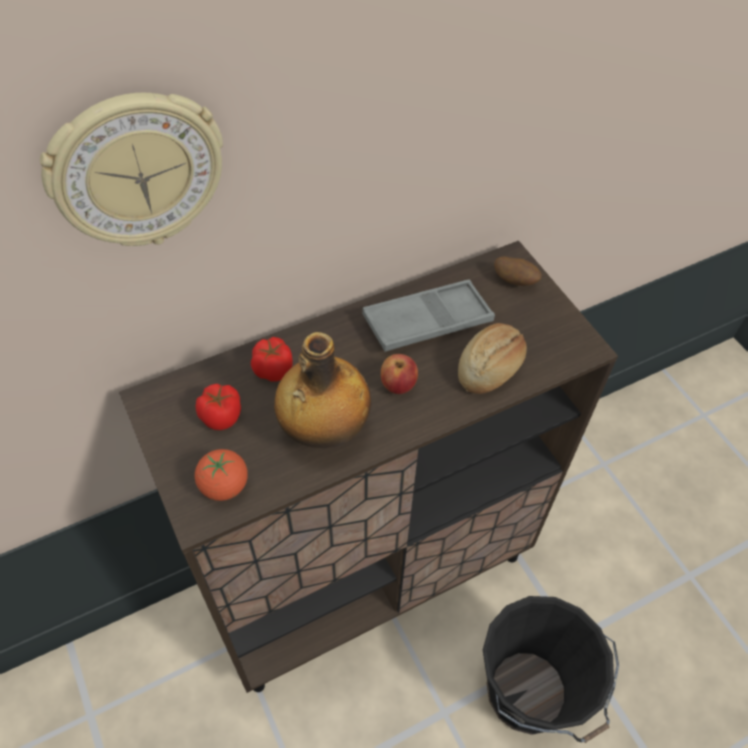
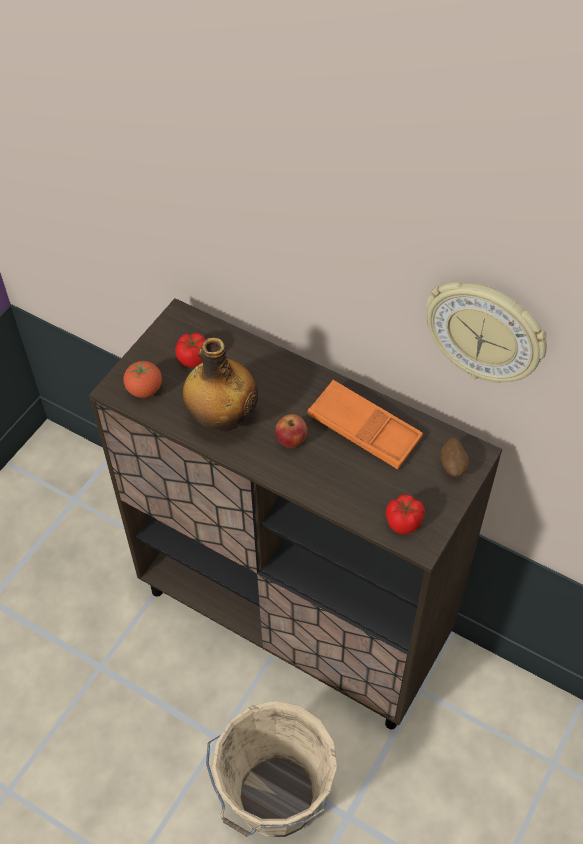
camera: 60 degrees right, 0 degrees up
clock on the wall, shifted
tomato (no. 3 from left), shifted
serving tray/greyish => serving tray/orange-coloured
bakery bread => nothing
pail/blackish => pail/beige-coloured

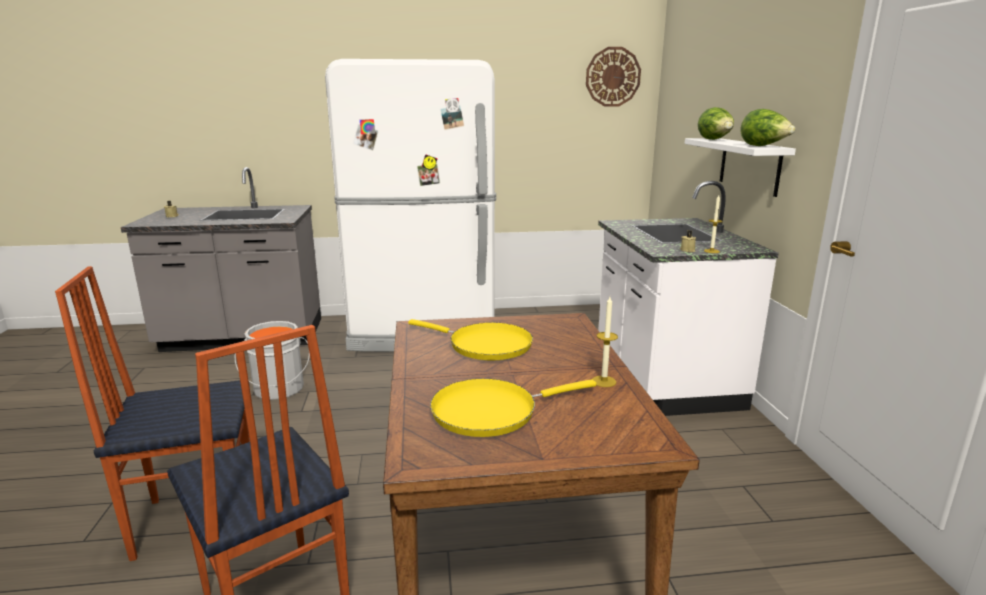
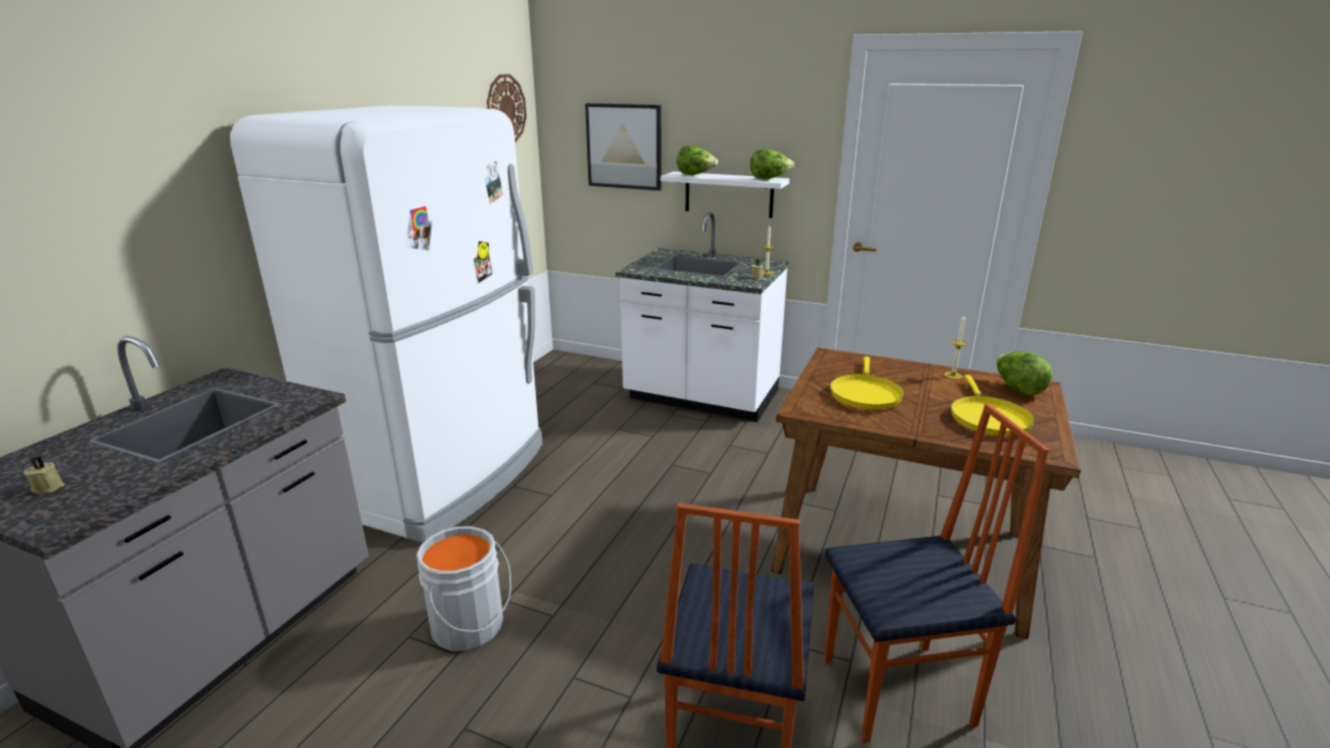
camera: 60 degrees left, 5 degrees up
frying pan/yellowish (no. 1 from left), 135 degrees clockwise
nothing => wall picture
nothing => head of lettuce (no. 3 from left)

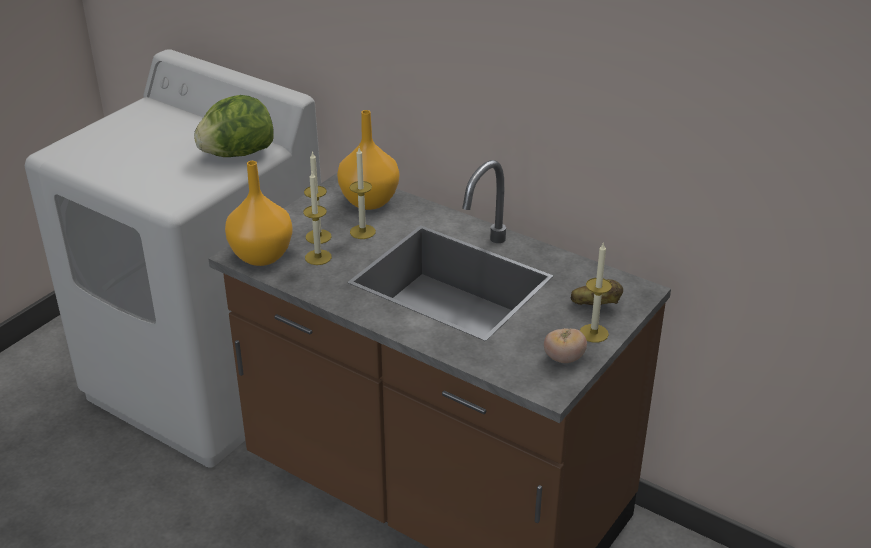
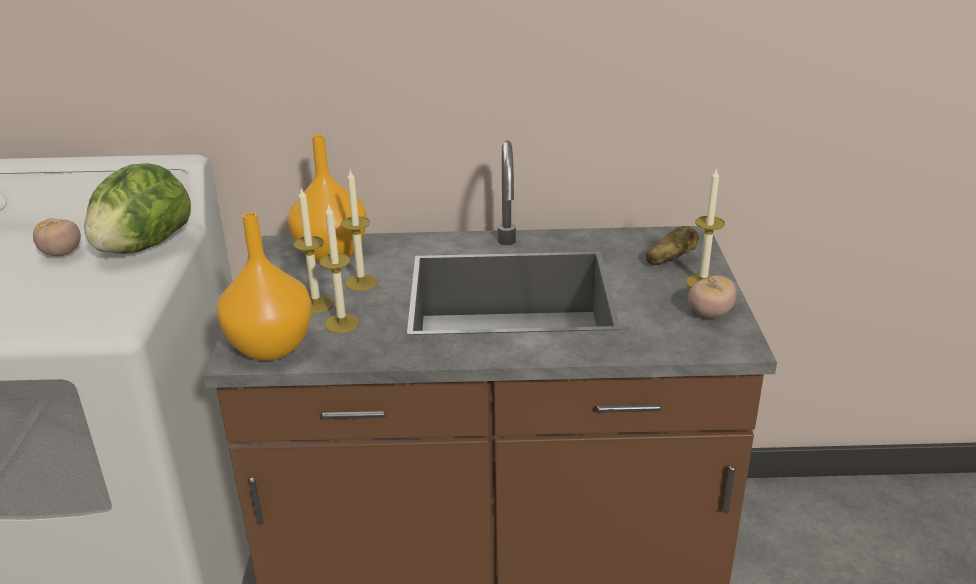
camera: 35 degrees left, 5 degrees down
nothing => tomato (no. 1 from left)

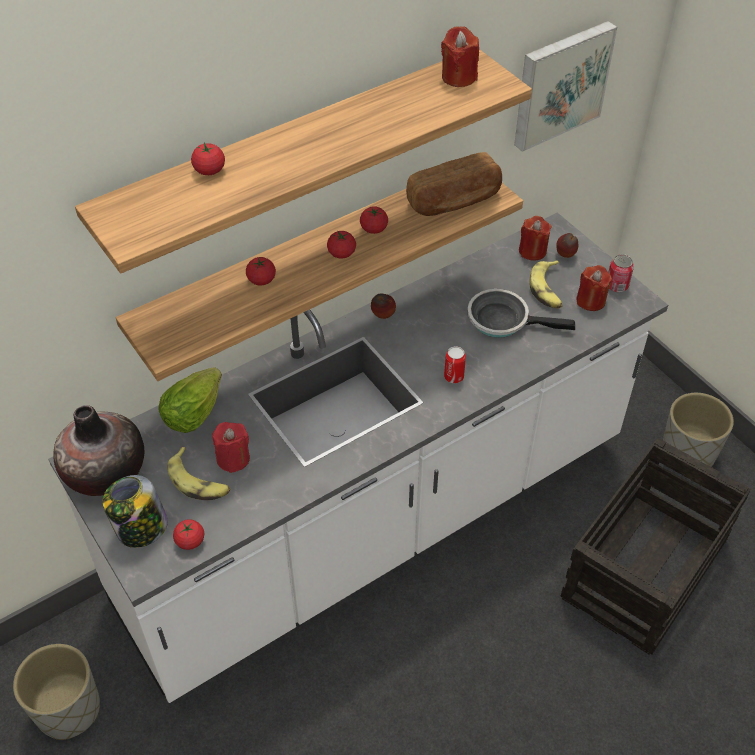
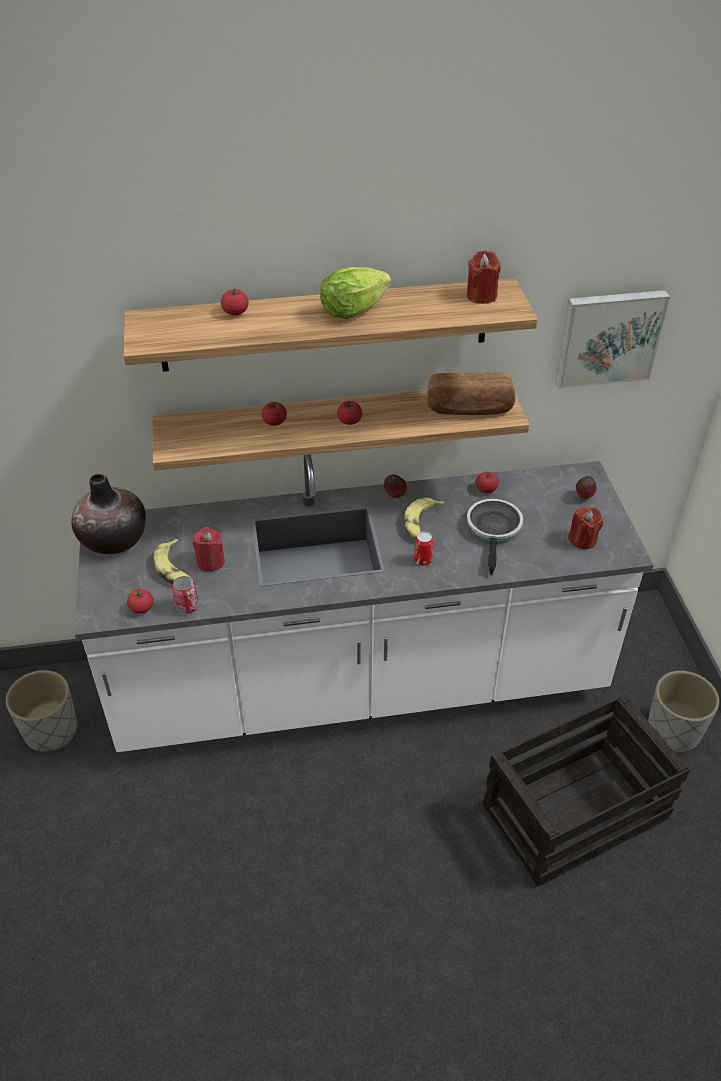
camera: 25 degrees right, 5 degrees down
jar => nothing
head of lettuce, shifted
tomato (no. 5 from left), shifted
frying pan, 60 degrees clockwise
candle/red (no. 3 from left) => nothing
banana fruit (no. 2 from left), shifted
sealed can (no. 2 from left in the first image) => sealed can (no. 1 from left), shifted

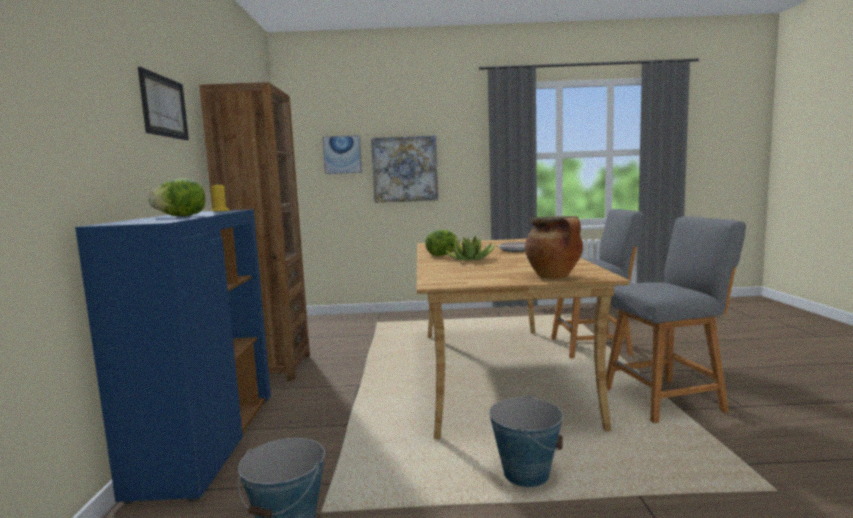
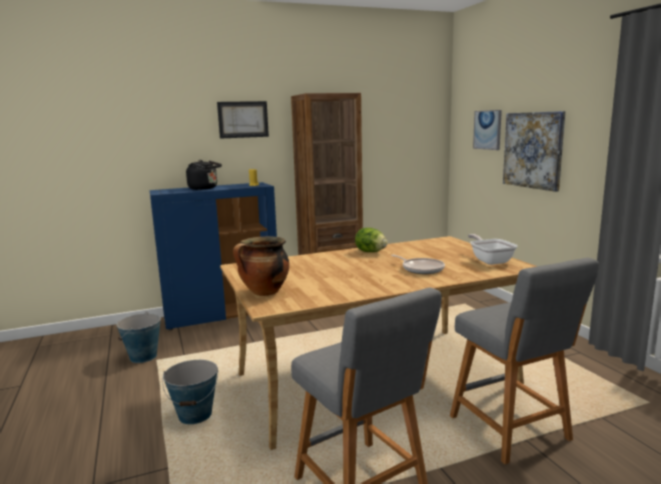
camera: 70 degrees right, 5 degrees up
head of lettuce (no. 1 from left) => water kettle/blackish
houseplant => nothing
nothing => frying pan (no. 2 from left)

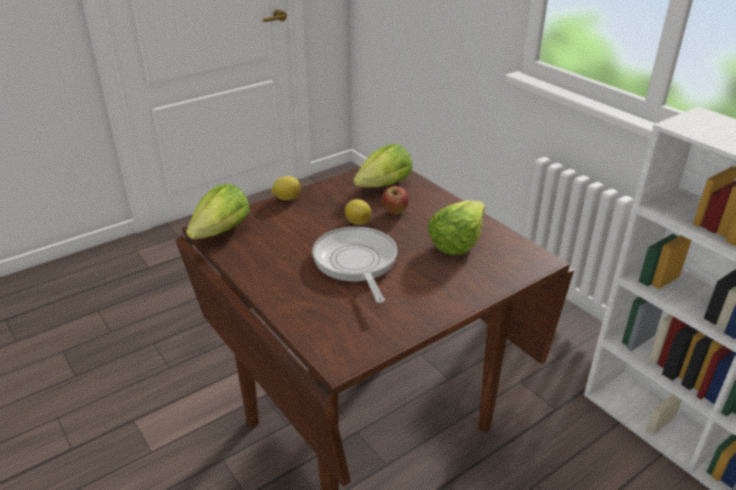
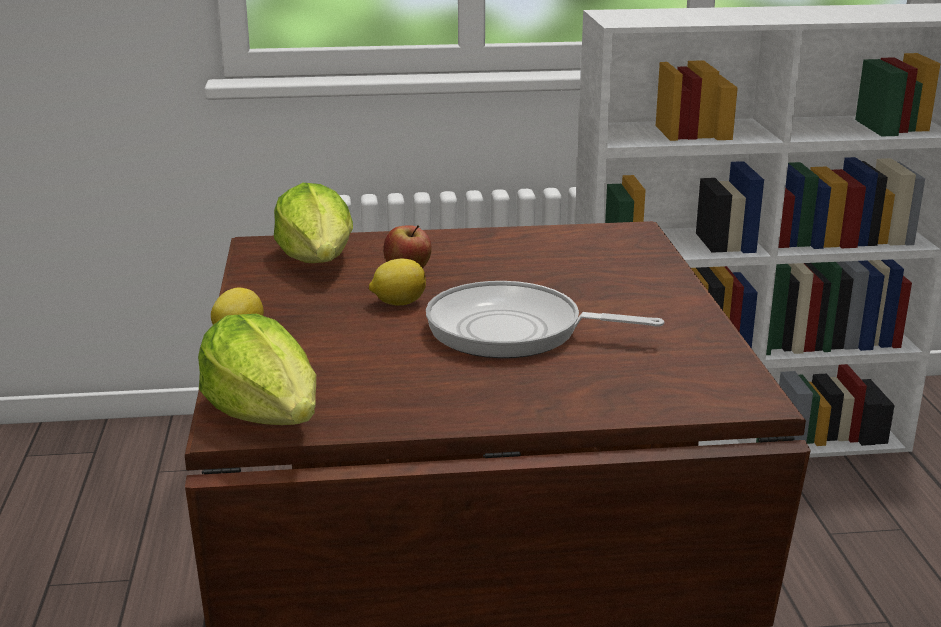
camera: 60 degrees left, 10 degrees down
head of lettuce (no. 3 from left) => nothing

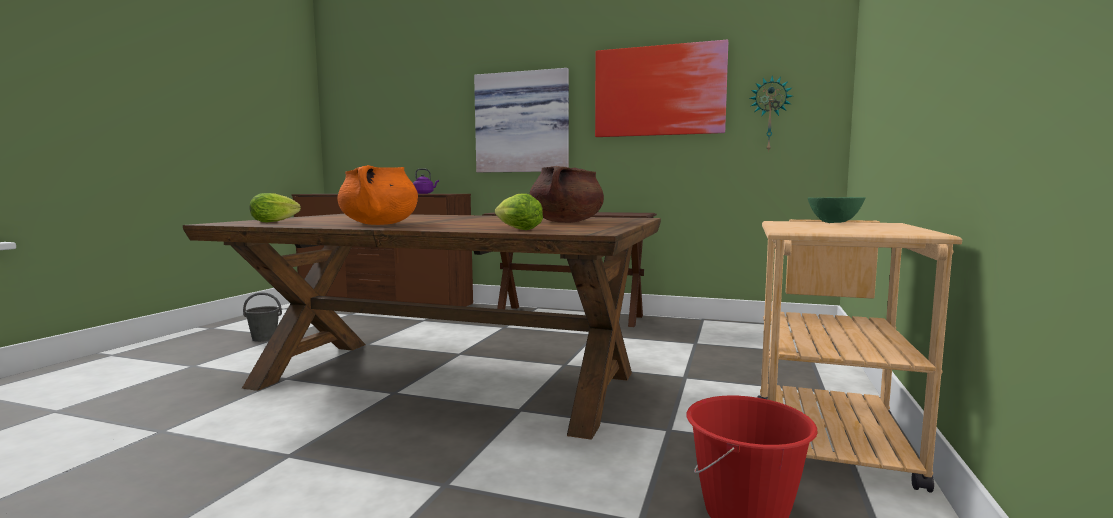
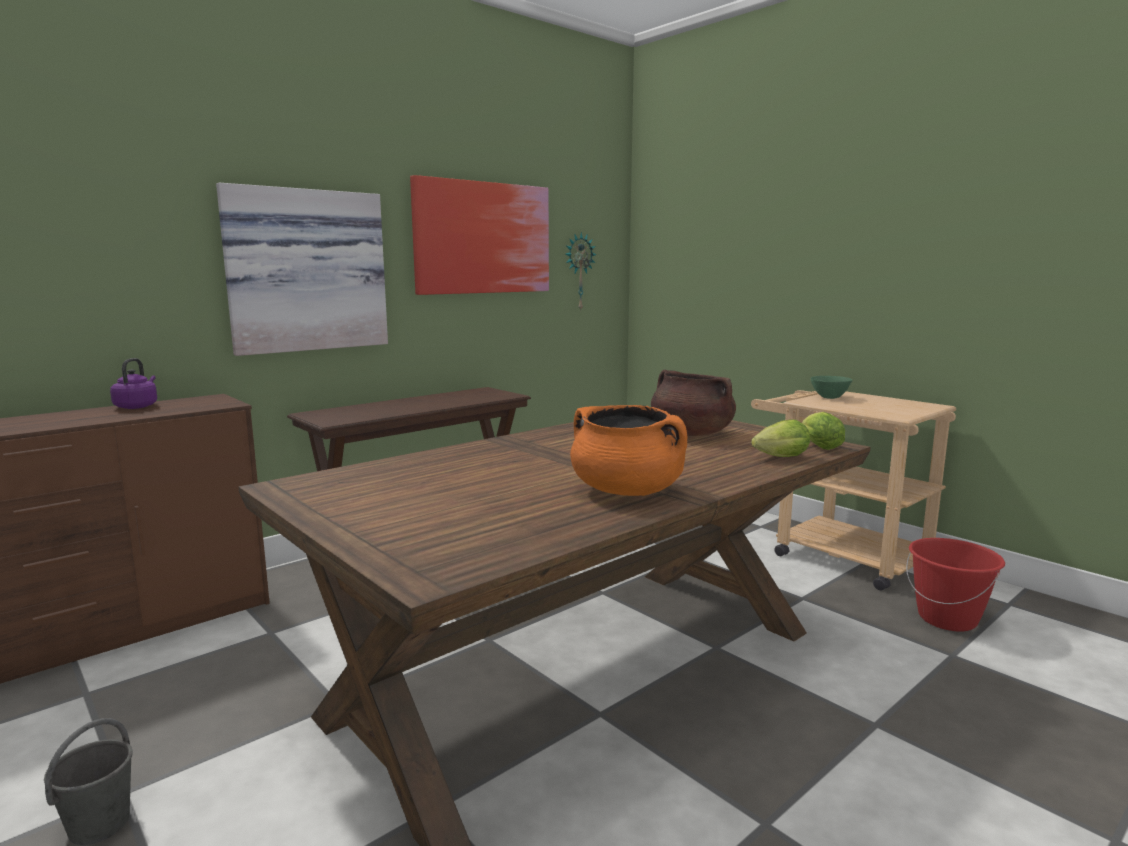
camera: 60 degrees left, 5 degrees up
head of lettuce (no. 1 from left in the first image) => head of lettuce (no. 2 from left), shifted

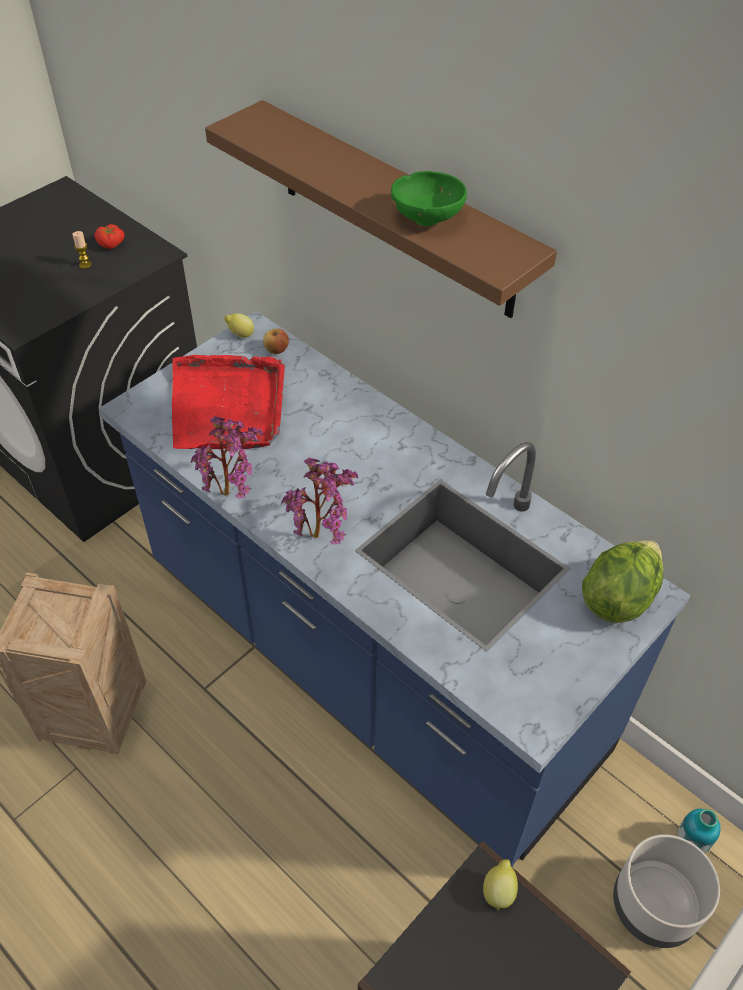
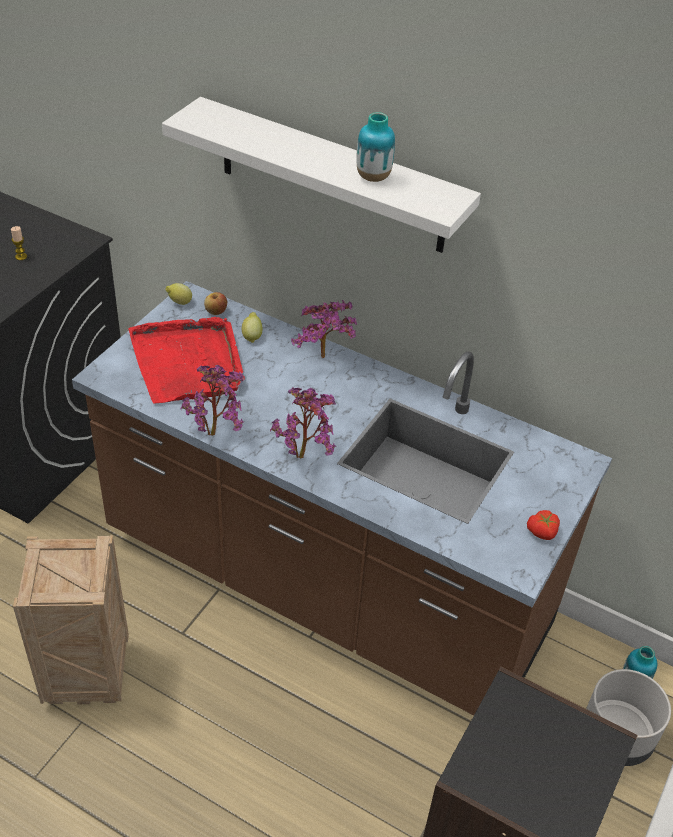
camera: 15 degrees left, 5 degrees down
tomato, shifted
kitchen base unit/blue-coloured => kitchen base unit/brown-coloured
bracket shelf/brown-coloured => bracket shelf/white-coloured
serving bowl/green => decorative vase (no. 1 from left)
citrus fruit (no. 2 from left), shifted
head of lettuce => nothing
nothing => houseplant (no. 3 from left)

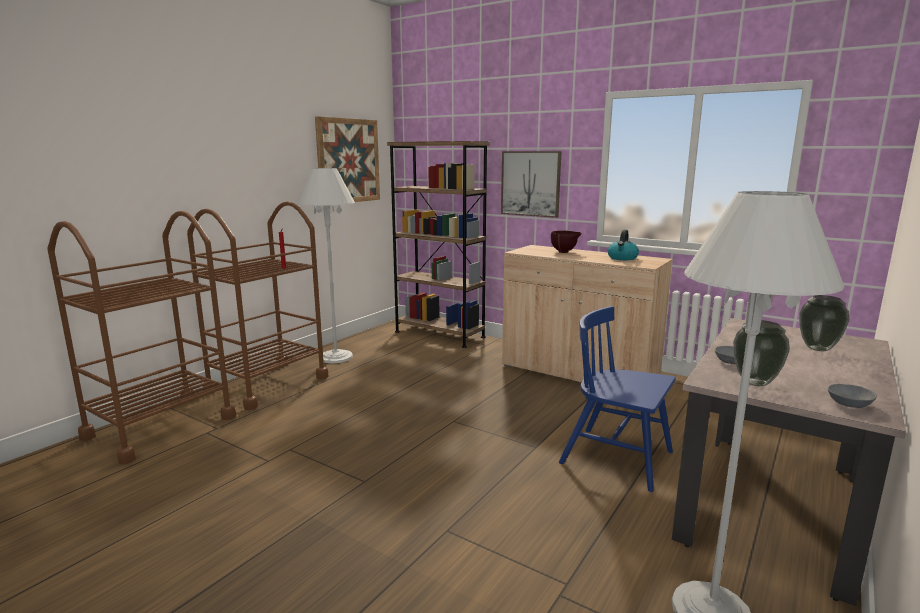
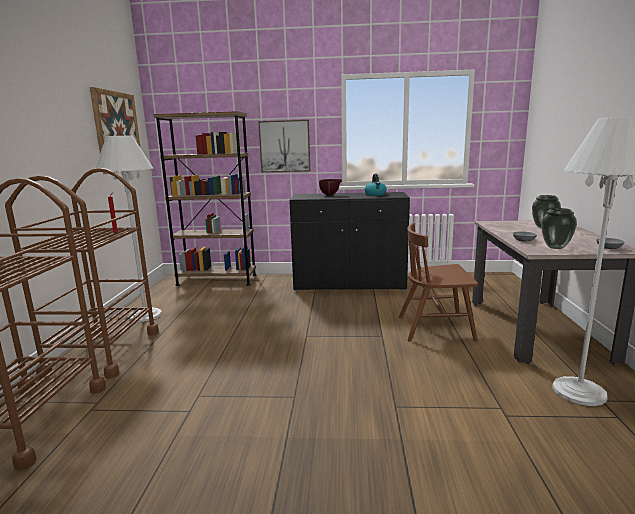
camera: 30 degrees left, 0 degrees up
storage cabinet/beige-coloured => storage cabinet/blackish
chair/blue-coloured => chair/brown-coloured

